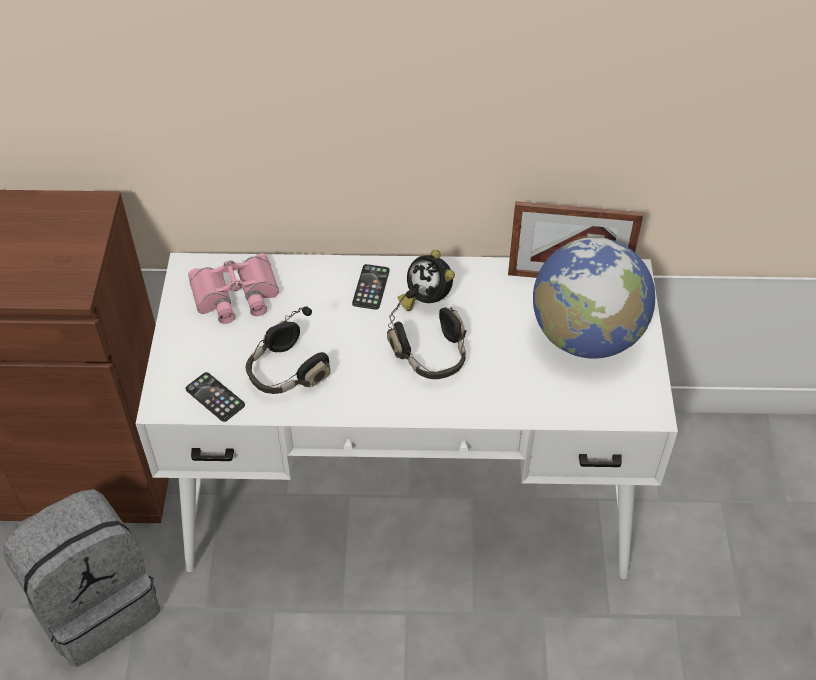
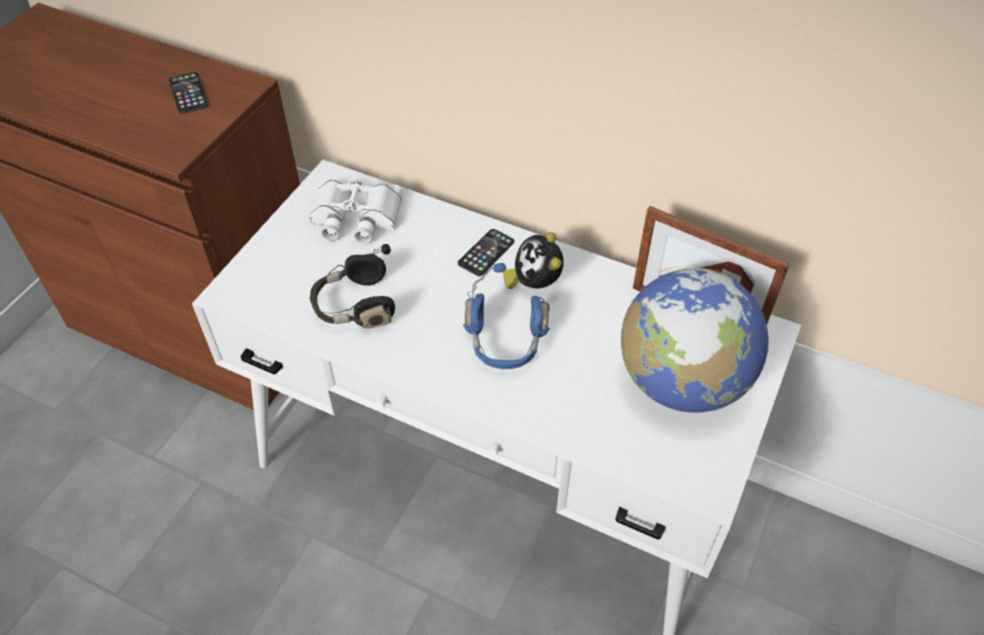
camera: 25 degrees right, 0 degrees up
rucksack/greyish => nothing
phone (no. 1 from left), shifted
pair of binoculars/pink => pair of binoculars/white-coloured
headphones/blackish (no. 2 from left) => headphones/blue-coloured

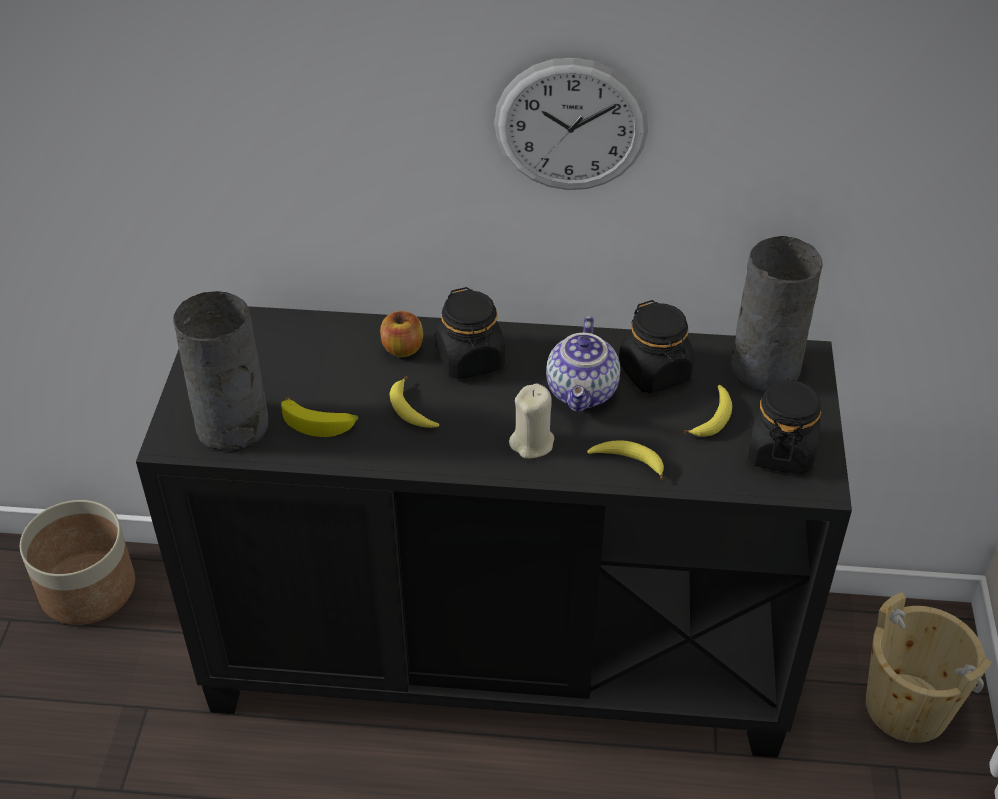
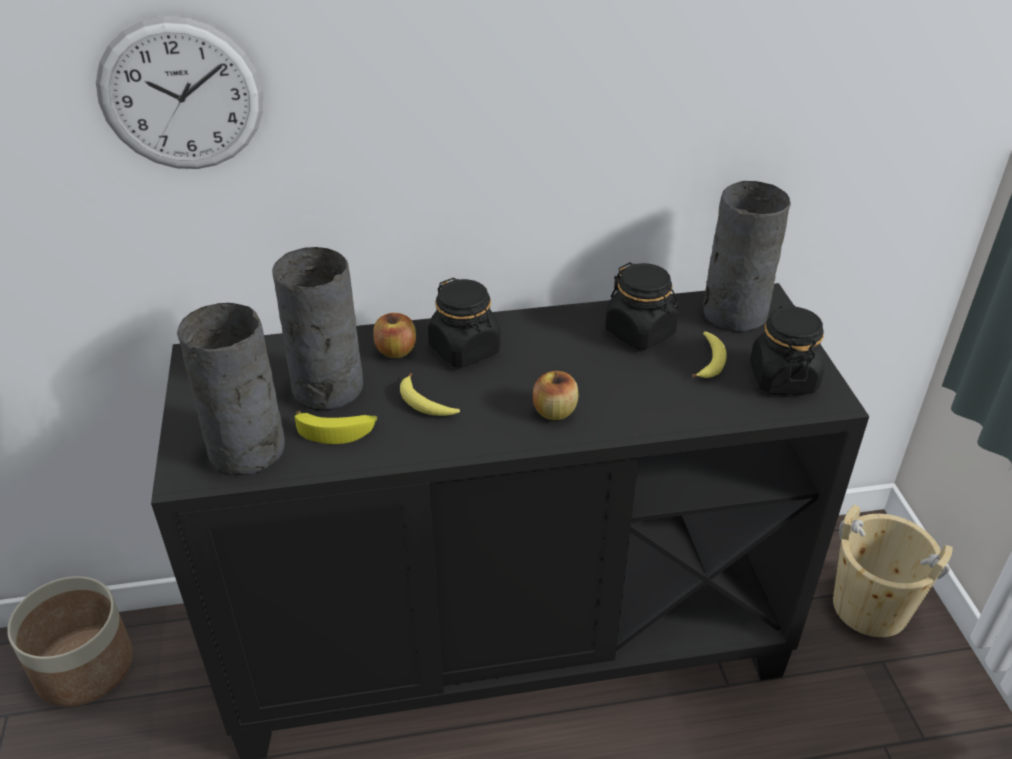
camera: 15 degrees left, 5 degrees down
clock on the wall, shifted
candle/beige-coloured => apple (no. 2 from left)
pot for tea => nothing
banana fruit (no. 3 from left) => nothing
nothing => decorative vase/greyish (no. 2 from left)

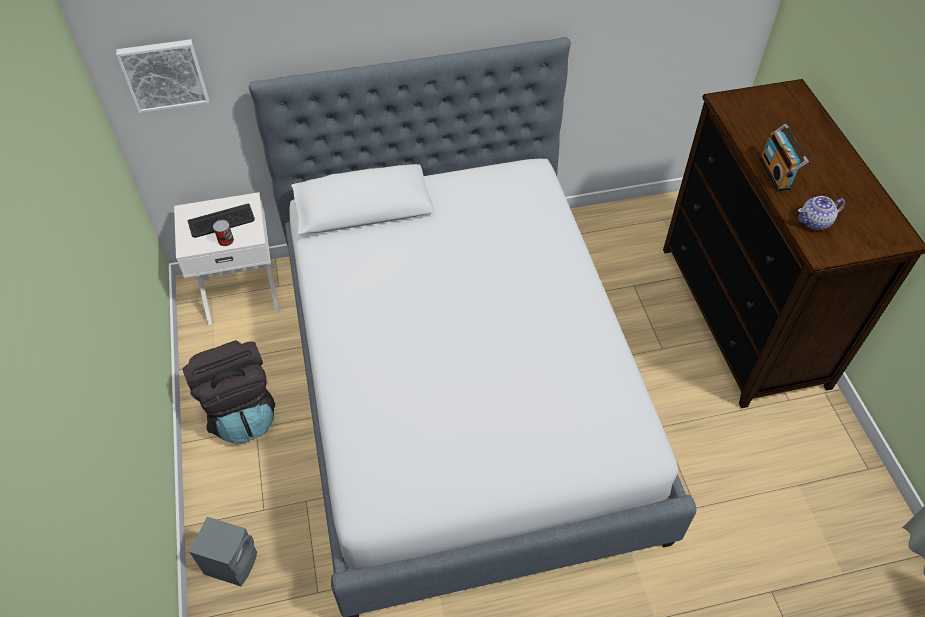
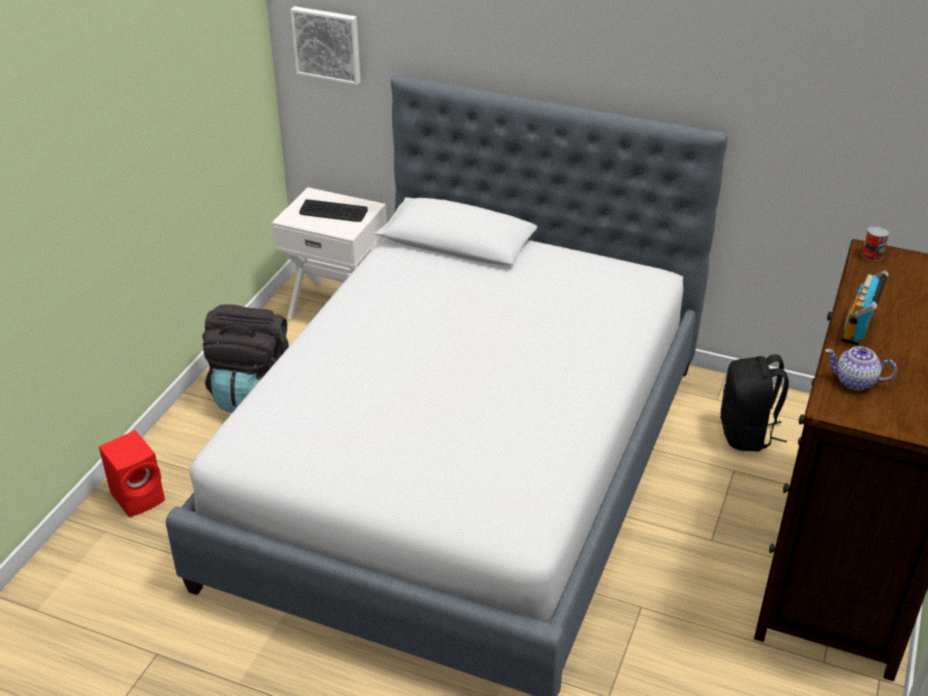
camera: 35 degrees right, 15 degrees down
speaker/greyish => speaker/red
sealed can, shifted
nothing => rucksack/blackish (no. 2 from left)

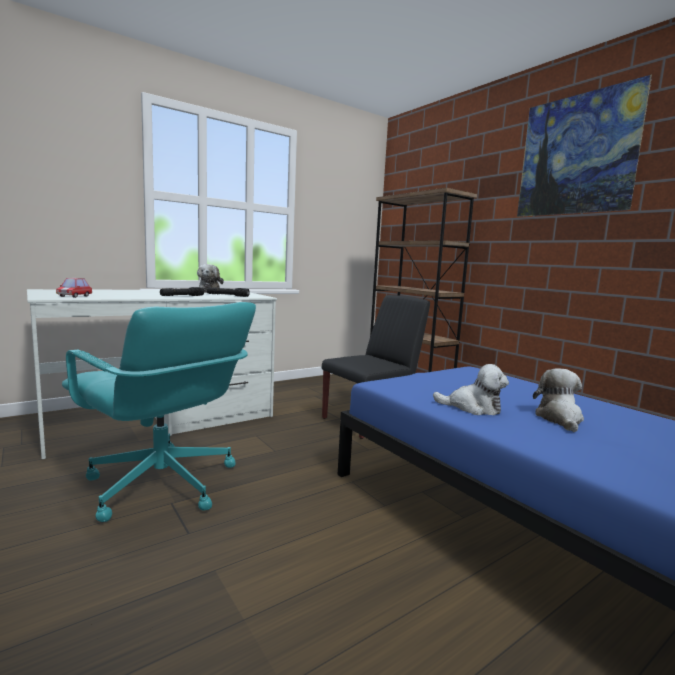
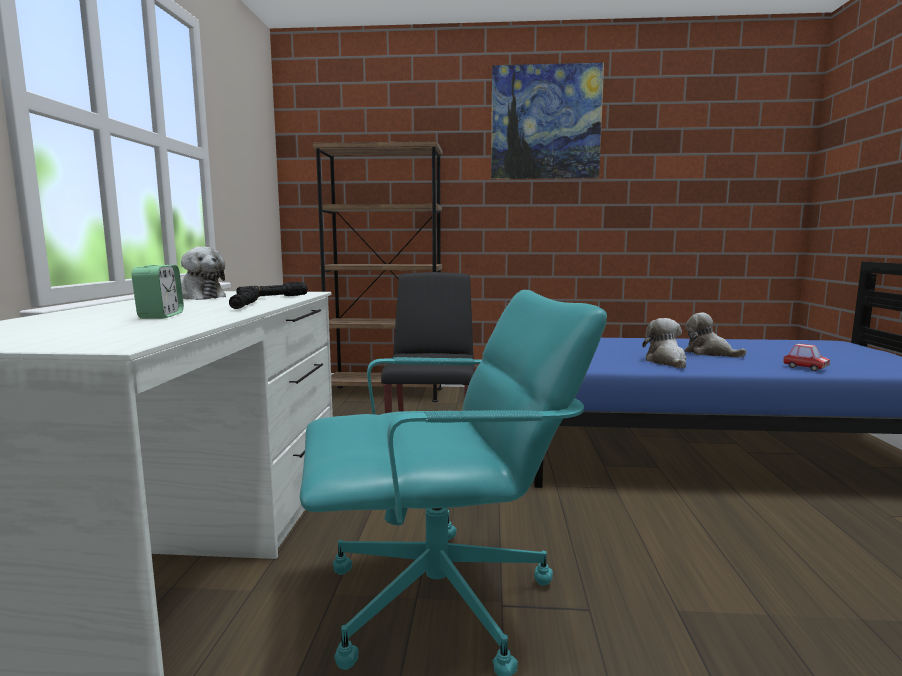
camera: 50 degrees left, 0 degrees up
miniature car, shifted
plush toy (no. 2 from left), 60 degrees counterclockwise
nothing => bedside clock

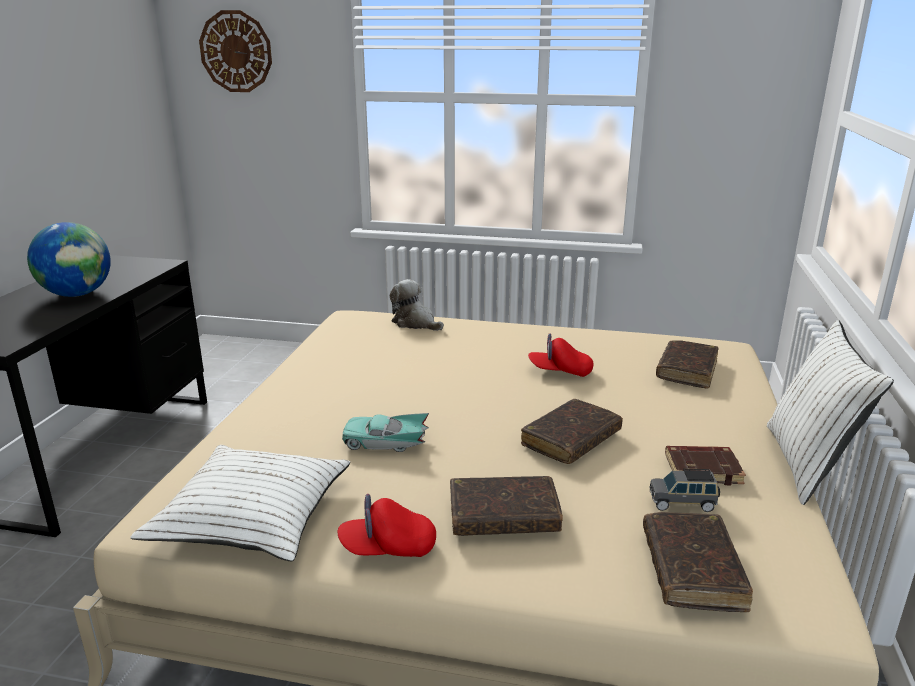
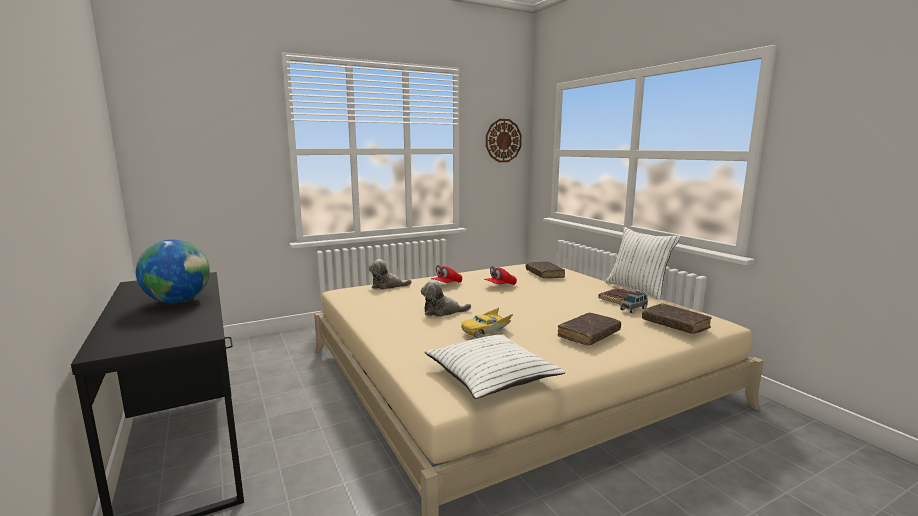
camera: 40 degrees left, 10 degrees down
clock on the wall, shifted
baseball cap/red (no. 1 from left), shifted
miniature car/blue-green => miniature car/yellowish
book/brown-coloured (no. 2 from left) => nothing
nothing => plush toy (no. 2 from left)

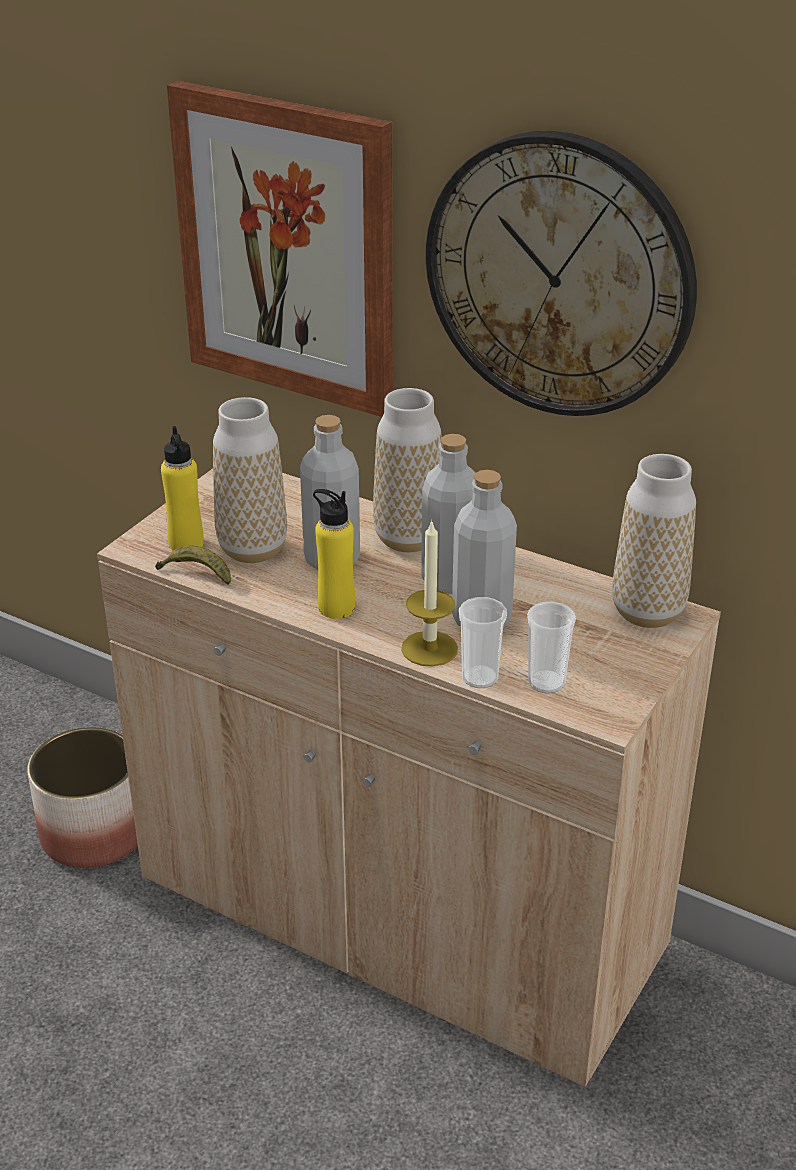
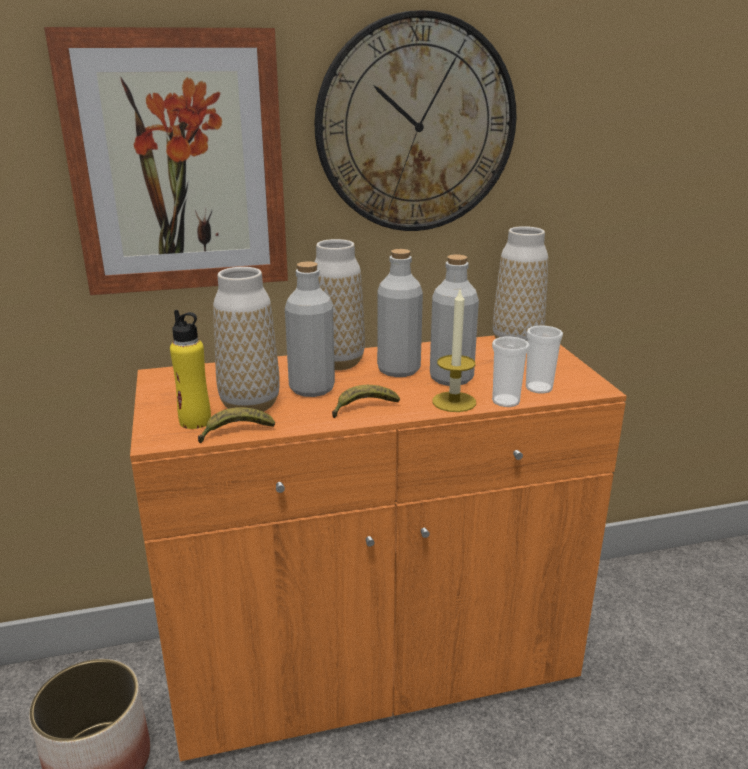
camera: 45 degrees left, 10 degrees down
storage cabinet/beige-coloured => storage cabinet/orange-coloured
drink bottle/yellowish (no. 2 from left) => banana fruit (no. 2 from left)

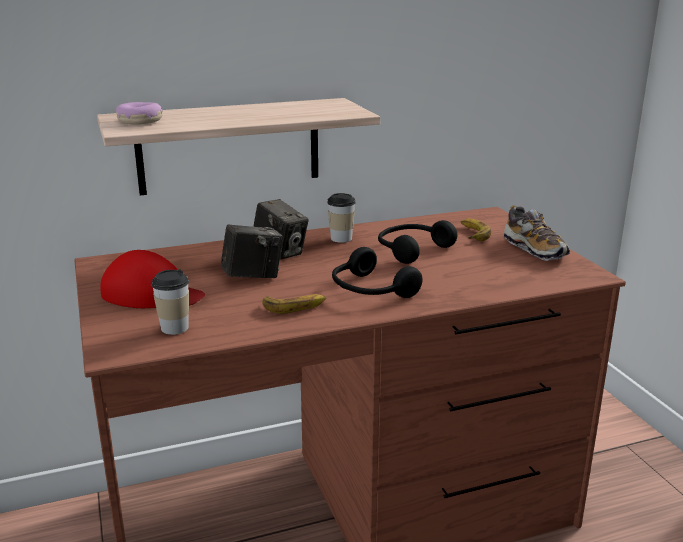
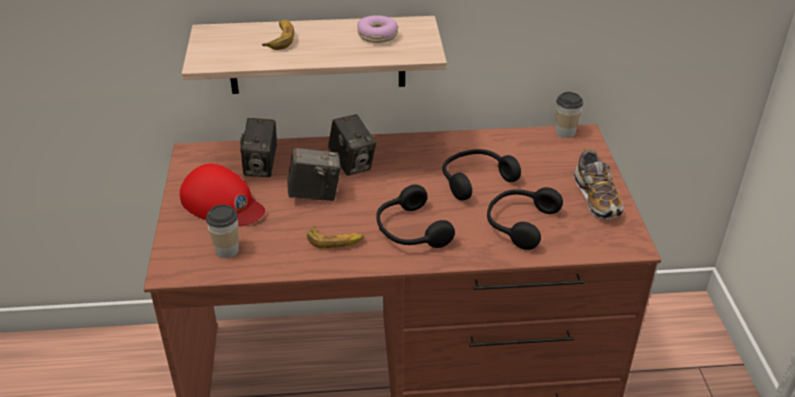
camera: 15 degrees right, 15 degrees up
donut, shifted
cup (no. 2 from left), shifted
banana fruit (no. 2 from left in the first image) => banana fruit (no. 1 from left), shifted
nothing => photo camera (no. 1 from left)
nothing => headphones/blackish (no. 3 from left)

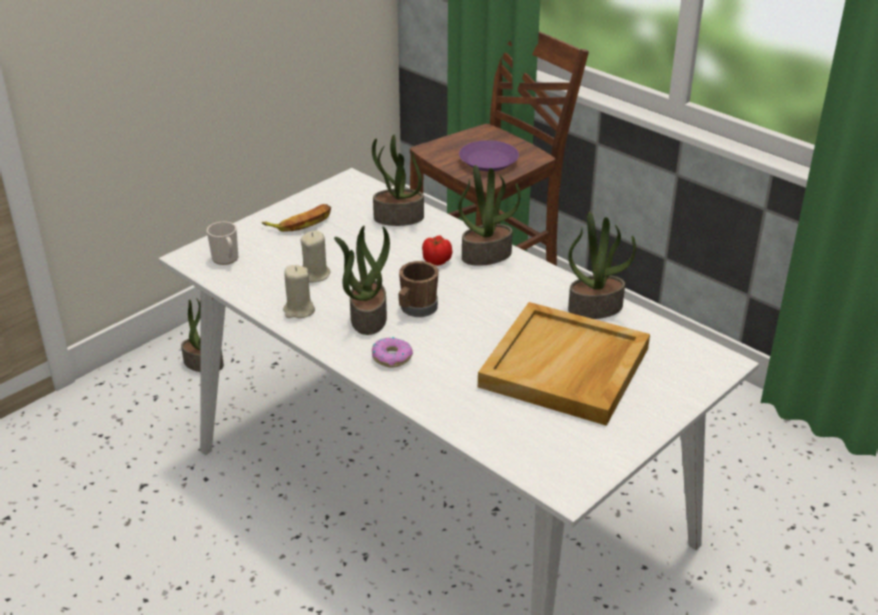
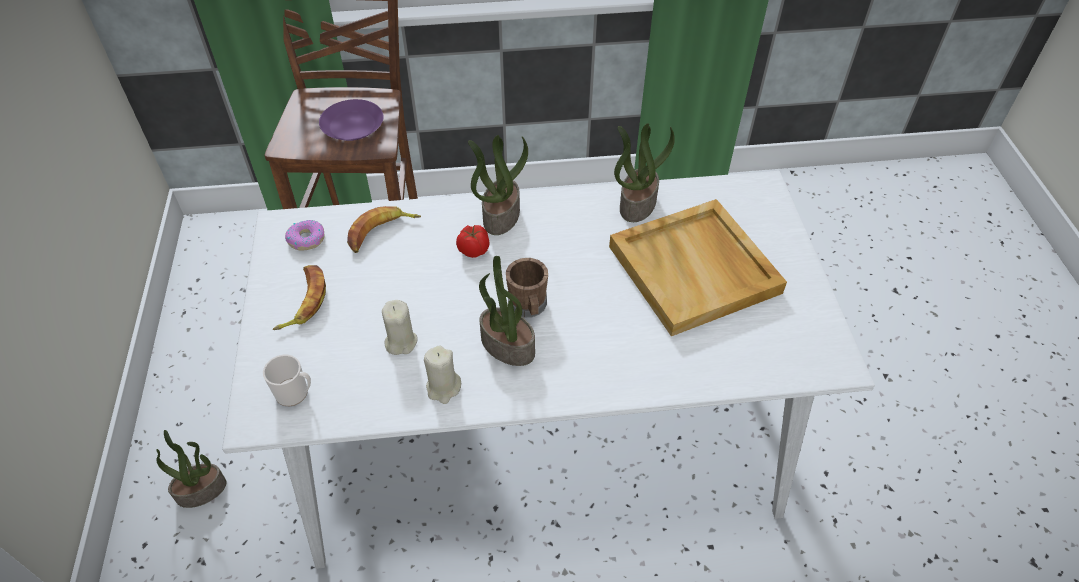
camera: 50 degrees left, 15 degrees up
houseplant (no. 3 from left) => banana fruit (no. 2 from left)
donut, shifted

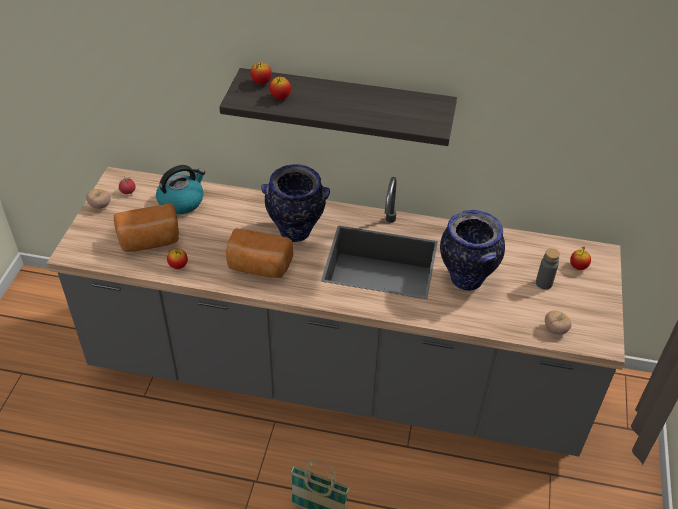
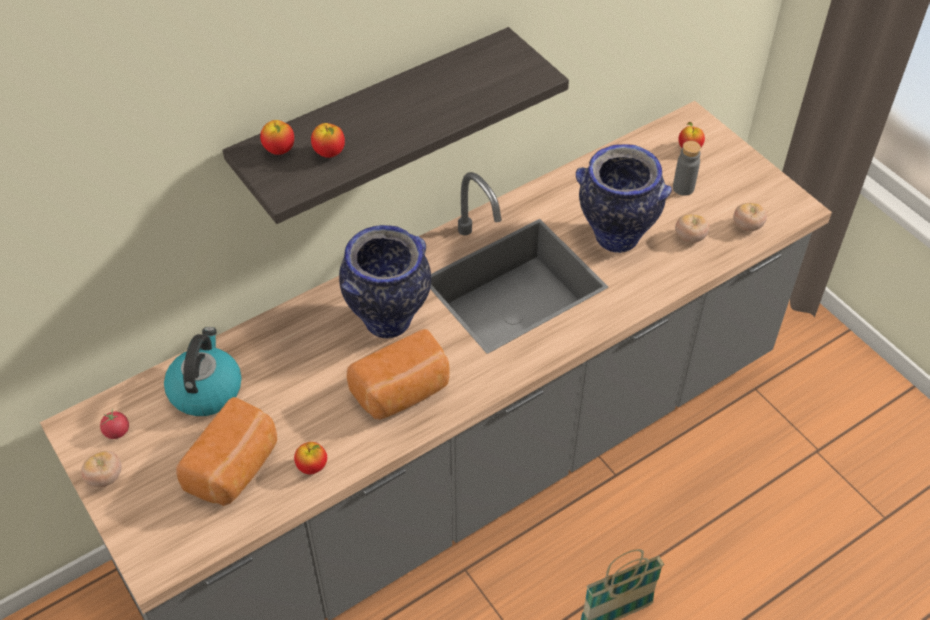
camera: 45 degrees left, 5 degrees up
nothing => tomato (no. 3 from left)

